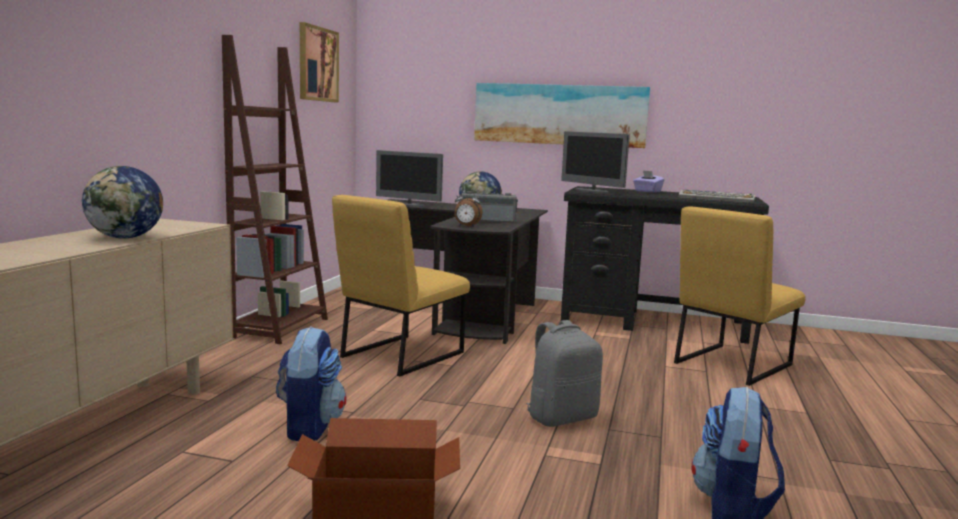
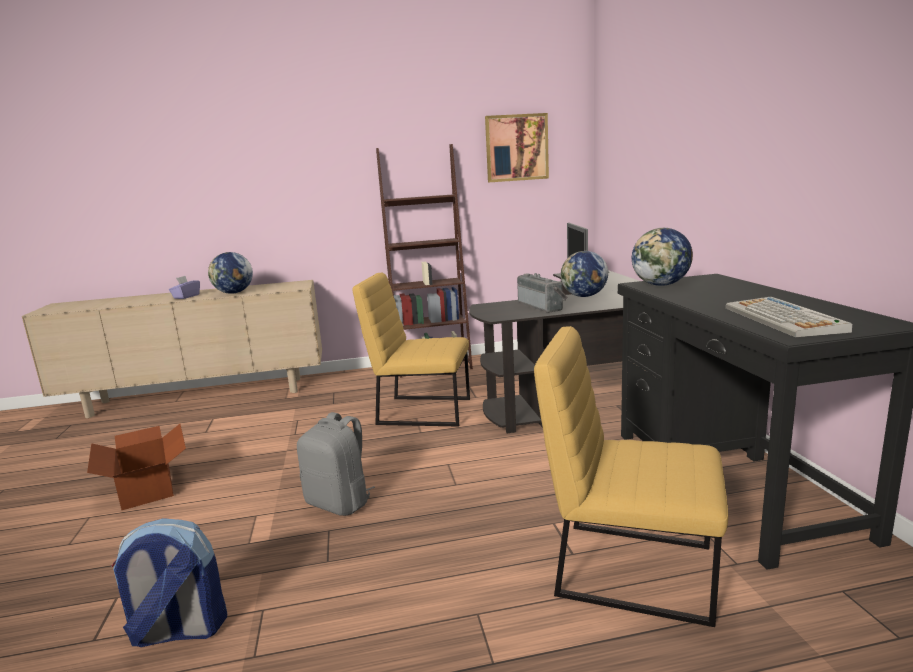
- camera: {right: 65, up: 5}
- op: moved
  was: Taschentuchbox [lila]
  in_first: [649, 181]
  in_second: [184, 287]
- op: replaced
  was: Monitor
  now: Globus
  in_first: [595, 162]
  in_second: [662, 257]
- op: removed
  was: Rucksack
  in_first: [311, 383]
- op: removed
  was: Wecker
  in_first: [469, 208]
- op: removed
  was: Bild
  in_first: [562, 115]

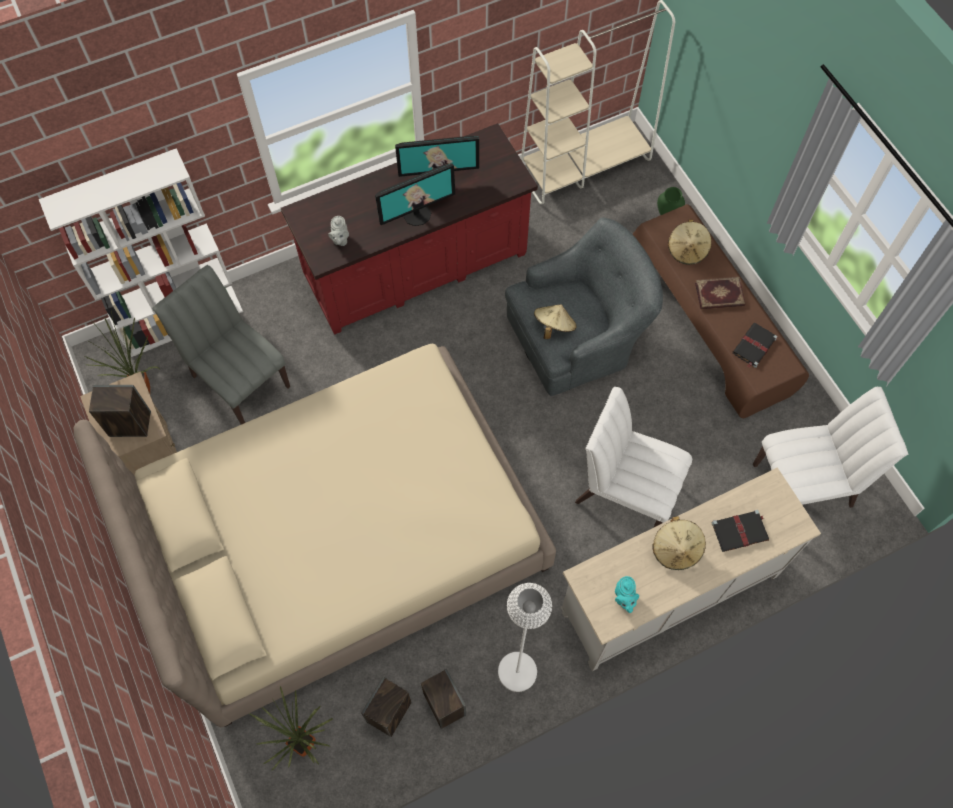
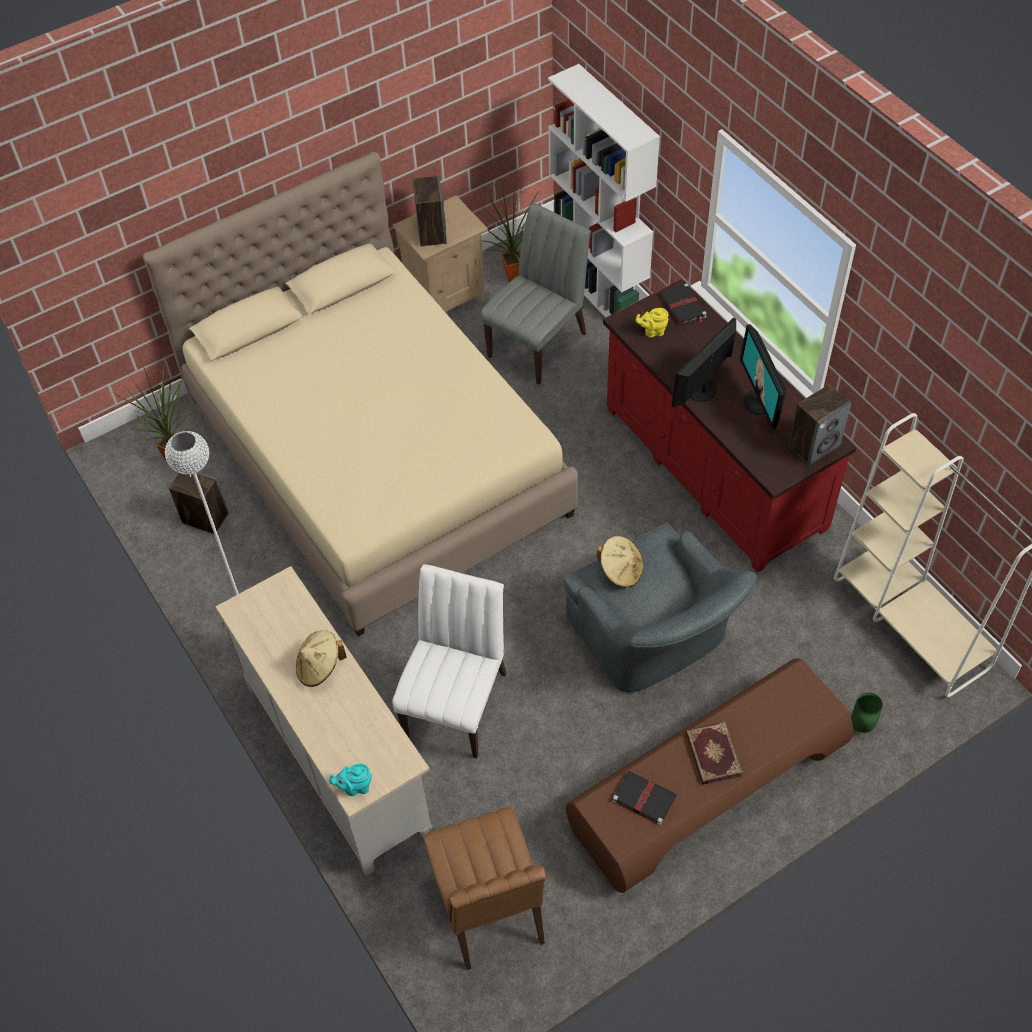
- camera: {right: 85, up: -10}
- op: moved
  was: Teekanne [türkis]
  in_first: [627, 594]
  in_second: [350, 780]
- op: recoloured
  was: Stuhl [weiß]
  now: Stuhl [braun]
  in_first: [830, 447]
  in_second: [484, 888]
- op: recoloured
  was: Teekanne [grau]
  now: Teekanne [gelb]
  in_first: [338, 231]
  in_second: [652, 323]
- op: moved
  was: Buch [schwarz]
  in_first: [740, 531]
  in_second: [683, 304]
- op: turned
  was: Monitor
  in_first: [415, 194]
  in_second: [704, 362]
  clockwise: 75
- op: moved
  was: Lautsprecher
  in_first: [443, 699]
  in_second: [820, 424]
- op: removed
  was: Hut [beige]
  in_first: [689, 242]

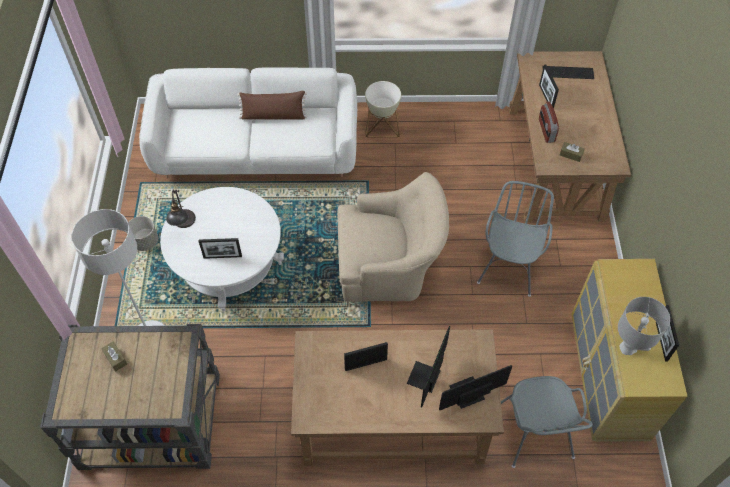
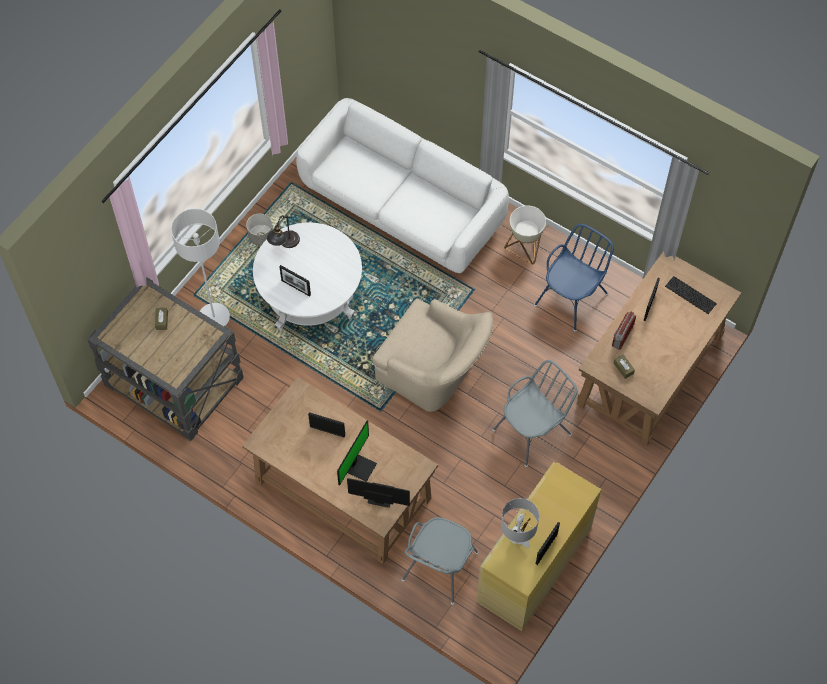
- camera: {right: 35, up: 5}
- op: turned
  was: Monitor
  in_first: [428, 366]
  in_second: [357, 453]
  clockwise: 150
- op: added
  now: Stuhl [blau]
  in_second: [574, 278]
- op: removed
  was: Kissen [braun]
  in_first: [272, 105]

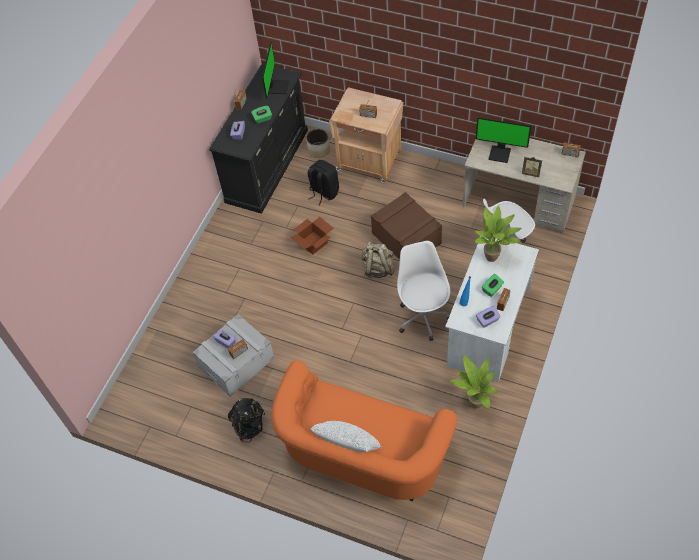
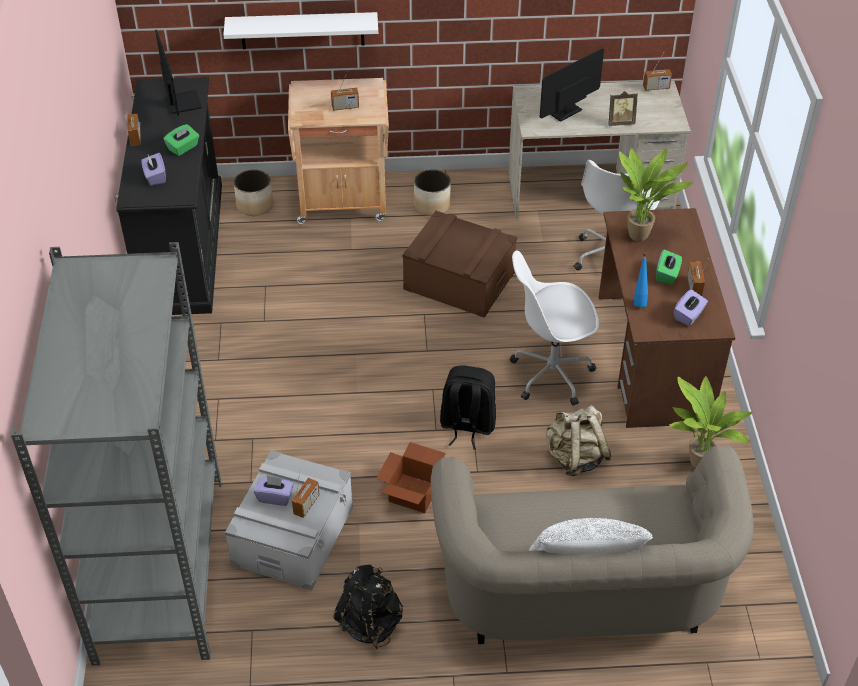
- camera: {right: -30, up: -10}
- op: added
  now: Bücherregal [grau]
  in_second: [116, 453]
- op: added
  now: Wandregal [weiß]
  in_second: [300, 30]
- op: moved
  was: Karton
  in_first: [312, 236]
  in_second: [411, 477]
- op: added
  now: Pflanzkübel
  in_second: [432, 192]
- op: recoloured
  was: Sofa [orange]
  now: Sofa [beige]
  in_first: [364, 430]
  in_second: [592, 544]
- op: moved
  was: Rucksack [schwarz]
  in_first: [323, 183]
  in_second: [468, 407]
- op: turned
  was: Bürostuhl [weiß]
  in_first: [424, 291]
  in_second: [554, 328]
  clockwise: -60
- op: turned
  was: Monitor
  in_first: [503, 140]
  in_second: [572, 85]
  clockwise: 150
- op: moved
  was: Rucksack [beige]
  in_first: [378, 259]
  in_second: [578, 440]
- op: recoloured
  was: Schreibtisch [weiß]
  now: Schreibtisch [braun]
  in_first: [492, 309]
  in_second: [667, 318]

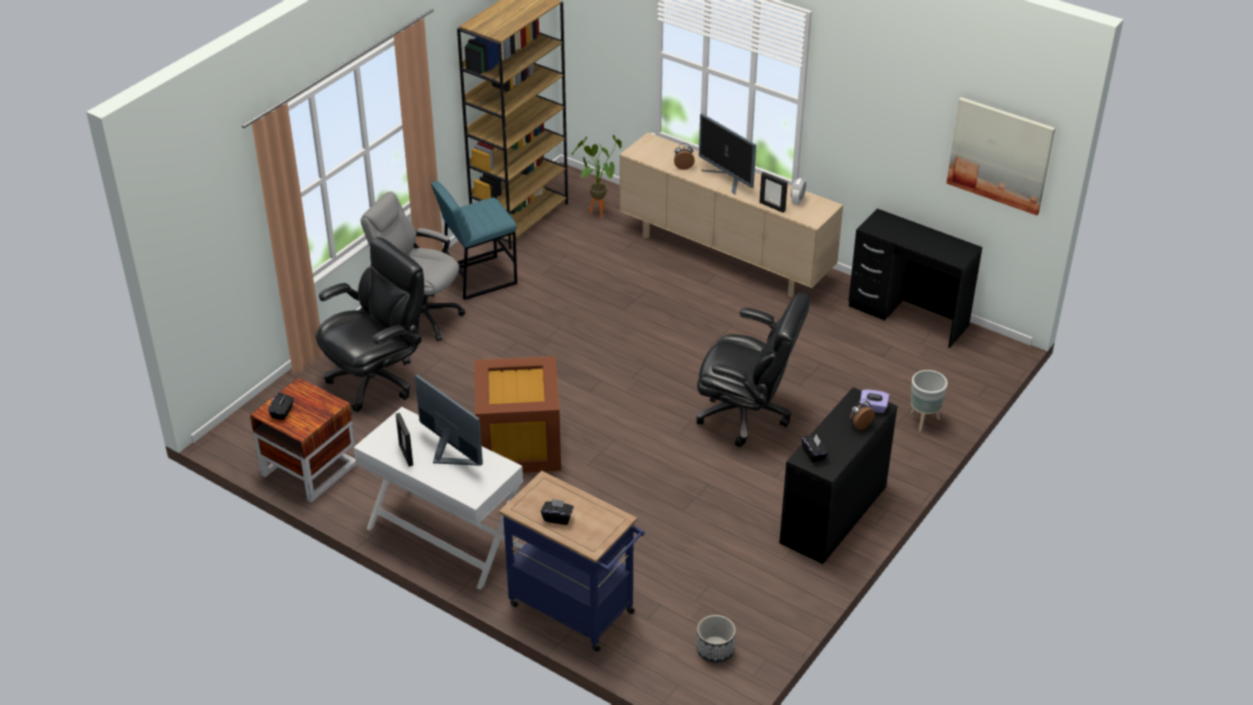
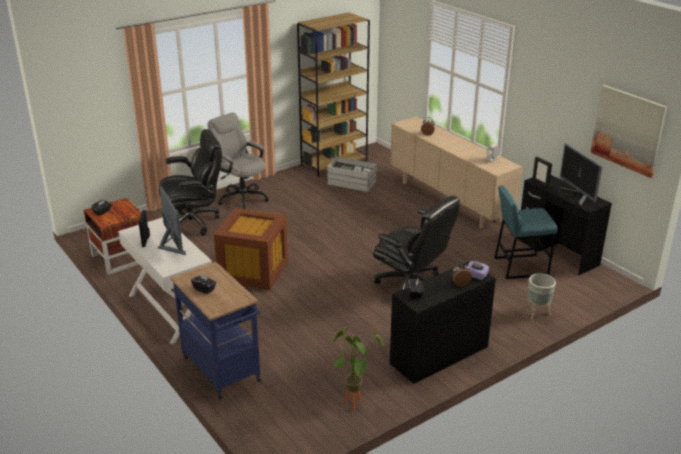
- camera: {right: 20, up: -10}
- op: added
  now: Aufbewahrungsbox [grau]
  in_second: [352, 174]
- op: moved
  was: Topfpflanze
  in_first: [597, 176]
  in_second: [358, 368]
- op: moved
  was: Hocker [blau]
  in_first: [474, 240]
  in_second: [526, 232]
- op: moved
  was: Bilderrahmen
  in_first: [773, 192]
  in_second: [542, 172]
- op: moved
  was: Monitor
  in_first: [727, 153]
  in_second: [581, 174]
- op: removed
  was: Pflanzkübel
  in_first: [716, 639]

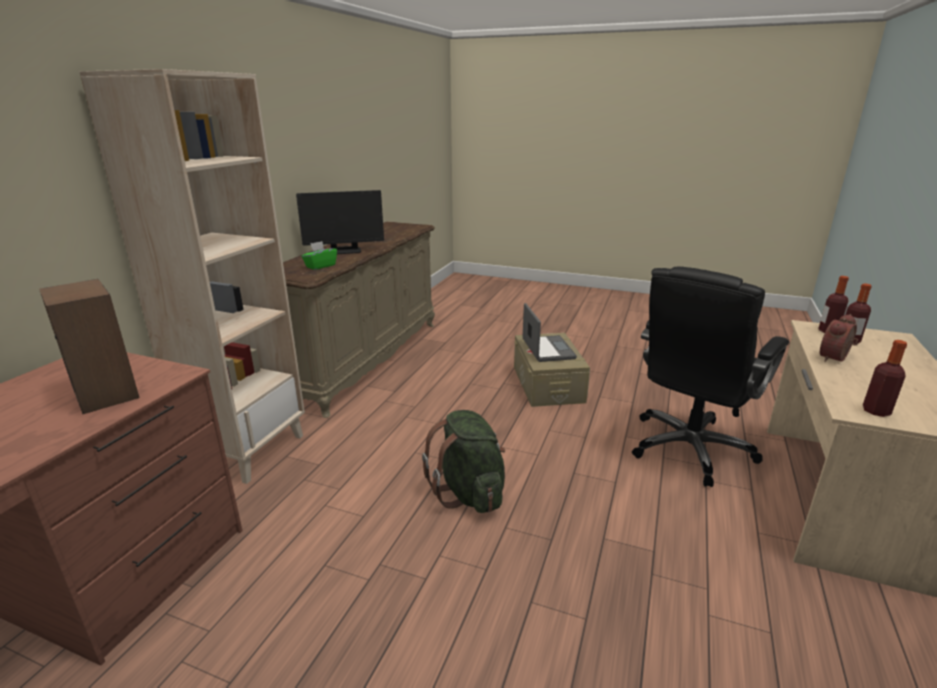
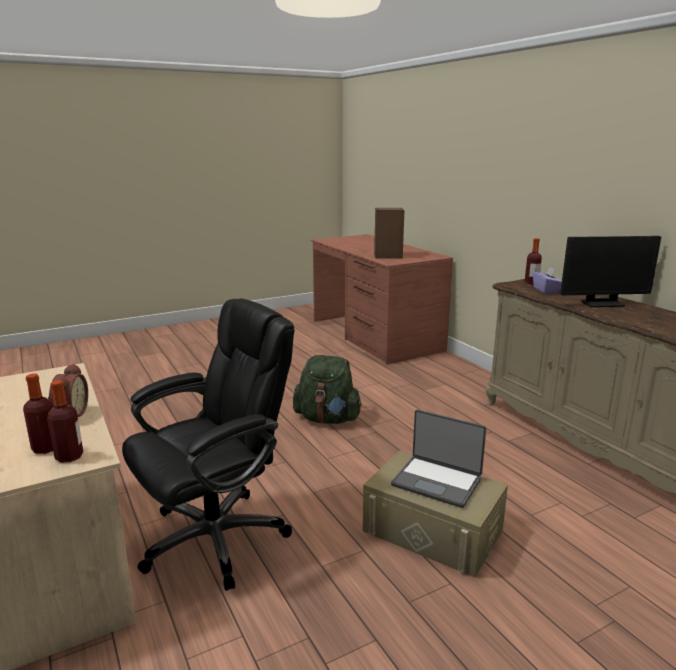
- camera: {right: 130, up: -5}
- op: turned
  was: Bürostuhl [schwarz]
  in_first: [710, 377]
  in_second: [208, 444]
  clockwise: 60
- op: moved
  was: Flasche
  in_first: [885, 378]
  in_second: [533, 261]
- op: recoloured
  was: Taschentuchbox [grün]
  now: Taschentuchbox [lila]
  in_first: [319, 255]
  in_second: [547, 280]
- op: turned
  was: Monitor
  in_first: [340, 222]
  in_second: [610, 271]
  clockwise: -120
- op: removed
  was: Bücherregal [beige]
  in_first: [192, 276]

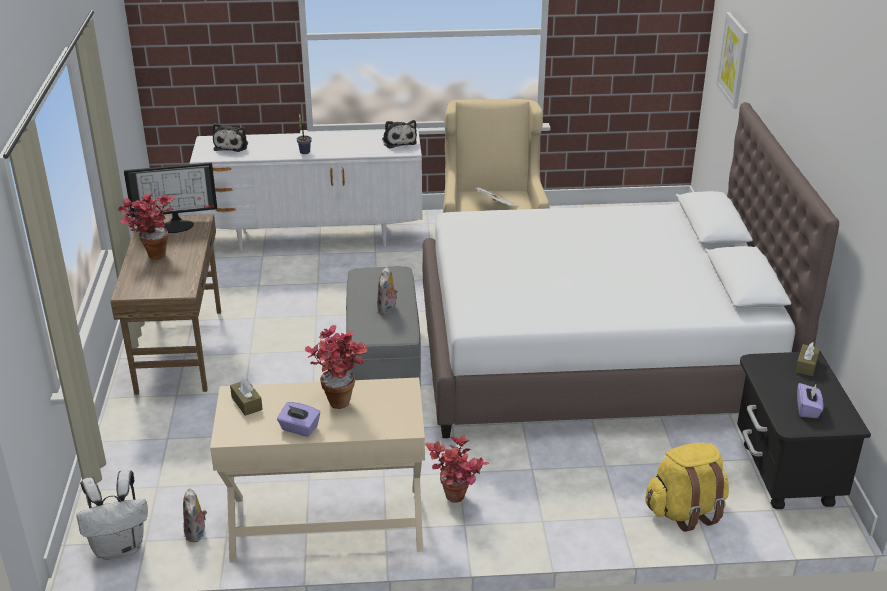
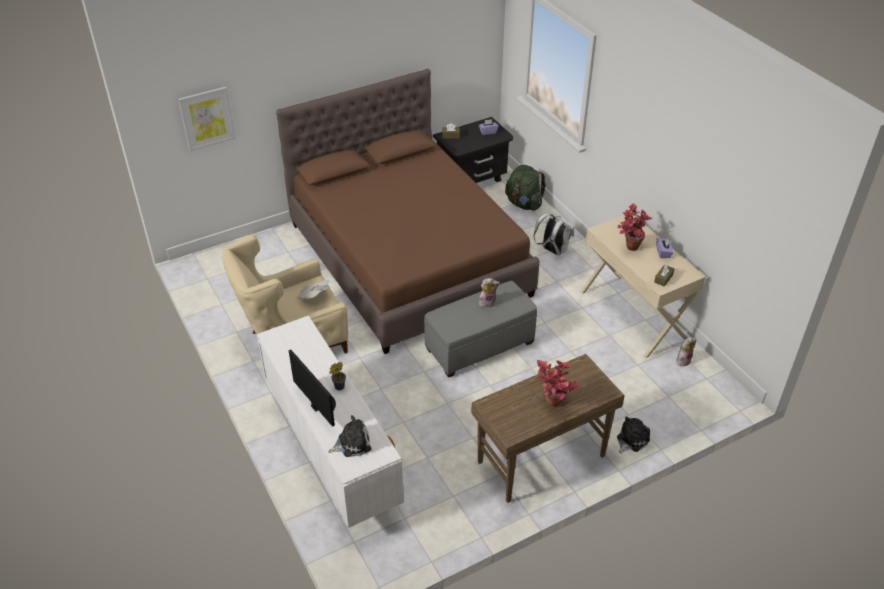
- camera: {right: -115, up: 10}
- op: recoloured
  was: Bett [weiß]
  now: Bett [braun]
  in_first: [630, 270]
  in_second: [408, 211]
- op: moved
  was: Monitor
  in_first: [170, 197]
  in_second: [312, 388]
- op: recoloured
  was: Rucksack [gelb]
  now: Rucksack [grün]
  in_first: [687, 487]
  in_second: [525, 188]
- op: moved
  was: Rucksack [weiß]
  in_first: [112, 515]
  in_second: [554, 234]
- op: moved
  was: Plüschtier
  in_first: [399, 134]
  in_second: [633, 435]
- op: removed
  was: Topfpflanze
  in_first: [457, 469]

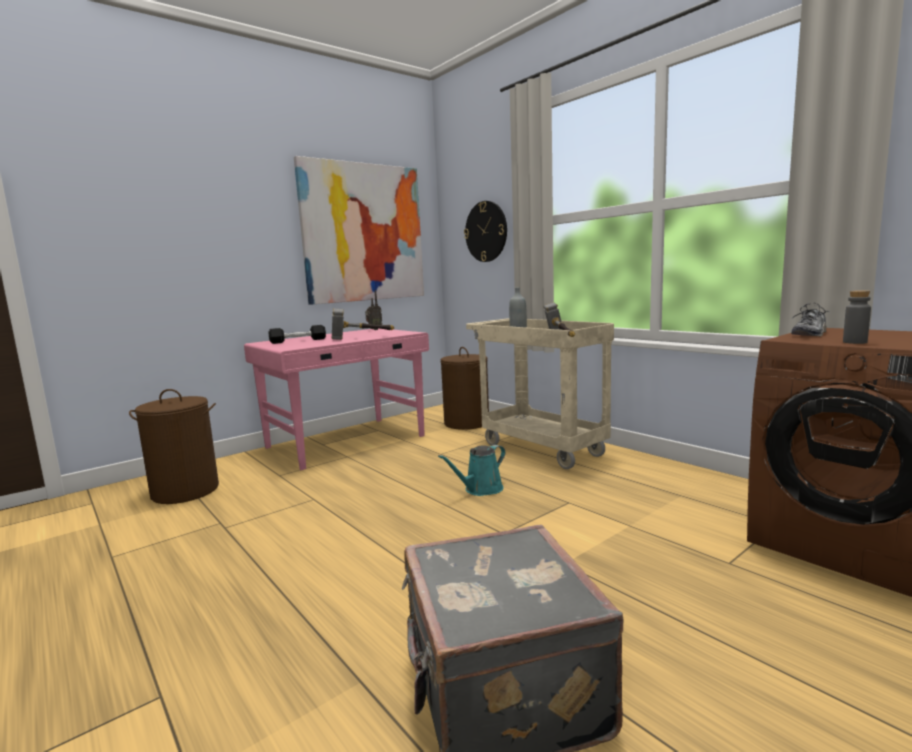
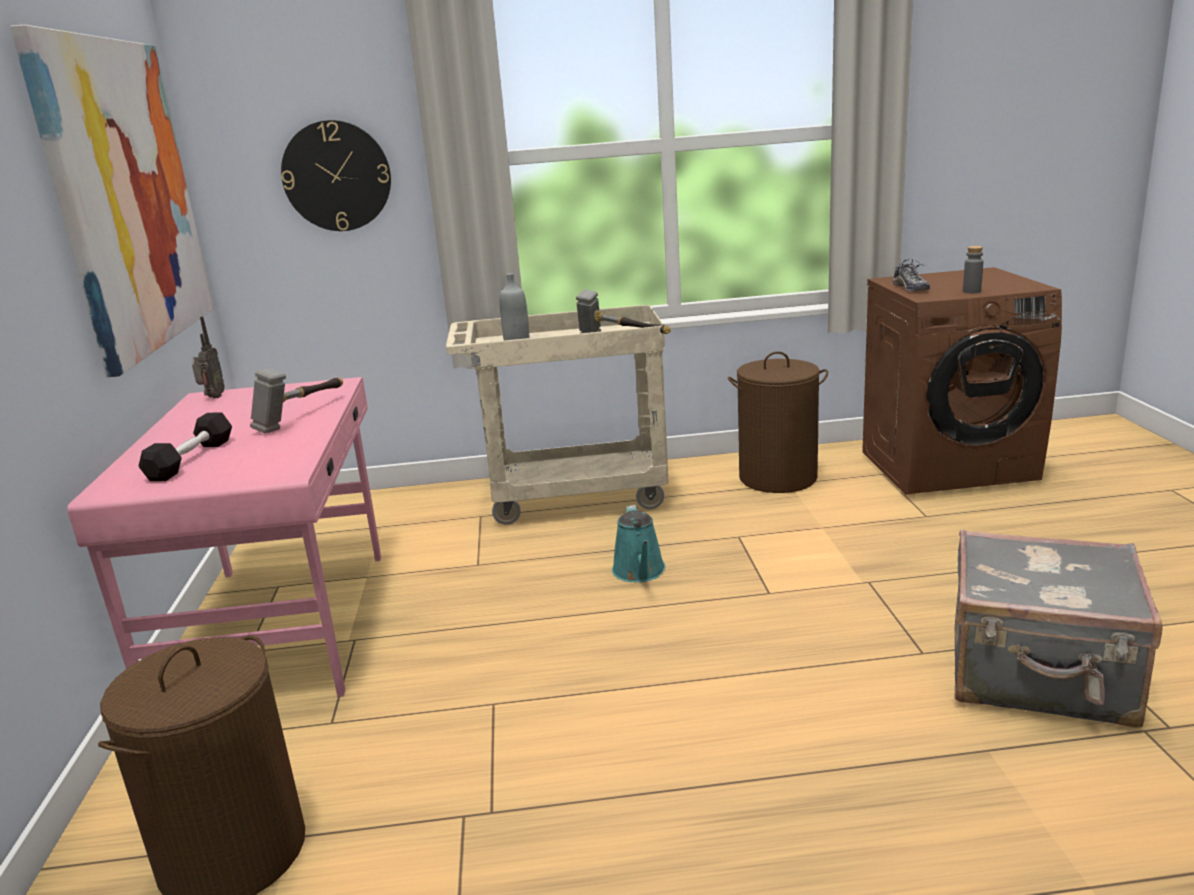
- camera: {right: -55, up: 10}
- op: moved
  was: Wäschekorb [braun]
  in_first: [465, 388]
  in_second: [778, 422]

